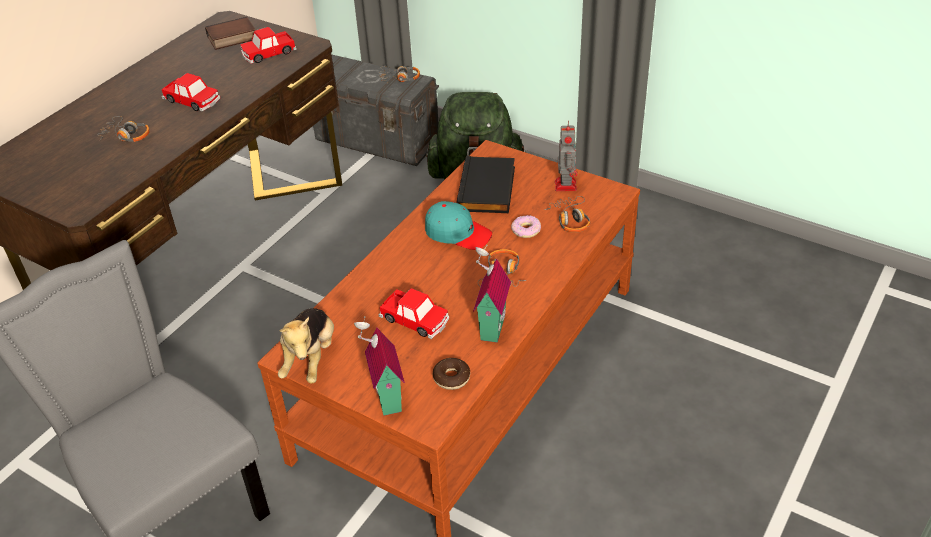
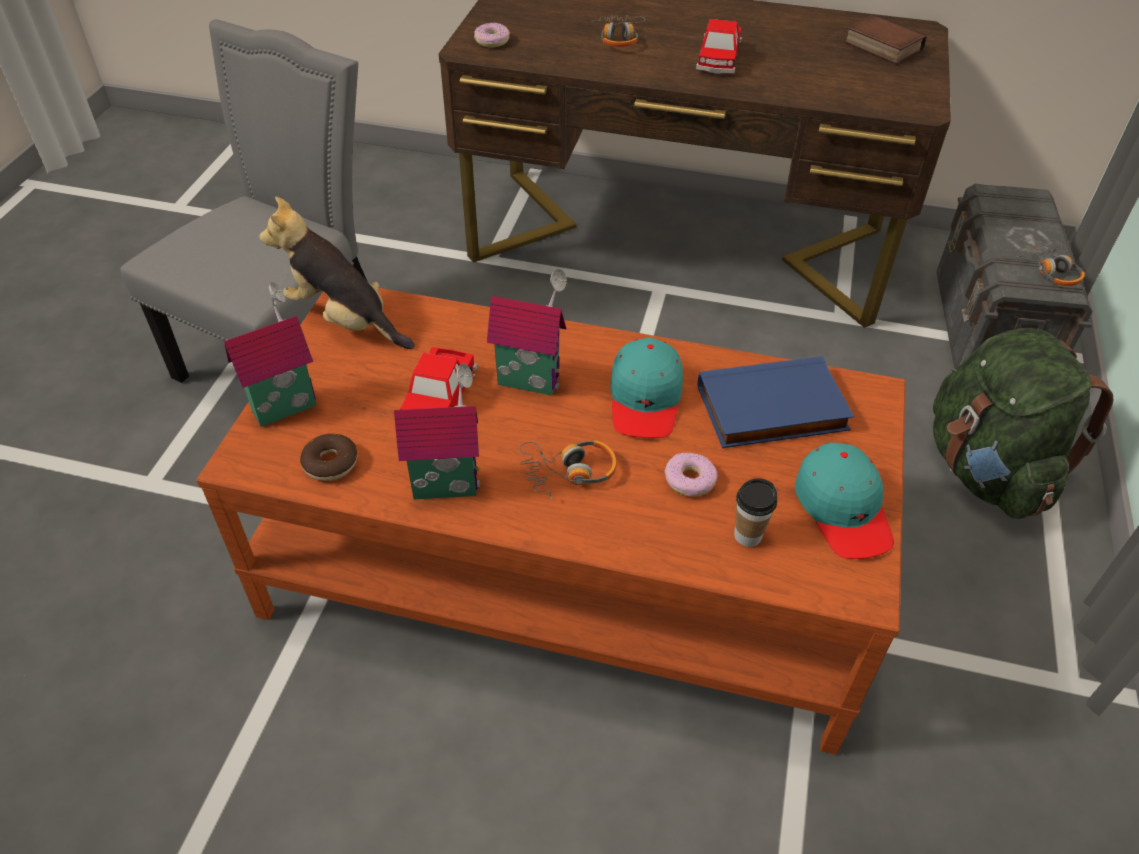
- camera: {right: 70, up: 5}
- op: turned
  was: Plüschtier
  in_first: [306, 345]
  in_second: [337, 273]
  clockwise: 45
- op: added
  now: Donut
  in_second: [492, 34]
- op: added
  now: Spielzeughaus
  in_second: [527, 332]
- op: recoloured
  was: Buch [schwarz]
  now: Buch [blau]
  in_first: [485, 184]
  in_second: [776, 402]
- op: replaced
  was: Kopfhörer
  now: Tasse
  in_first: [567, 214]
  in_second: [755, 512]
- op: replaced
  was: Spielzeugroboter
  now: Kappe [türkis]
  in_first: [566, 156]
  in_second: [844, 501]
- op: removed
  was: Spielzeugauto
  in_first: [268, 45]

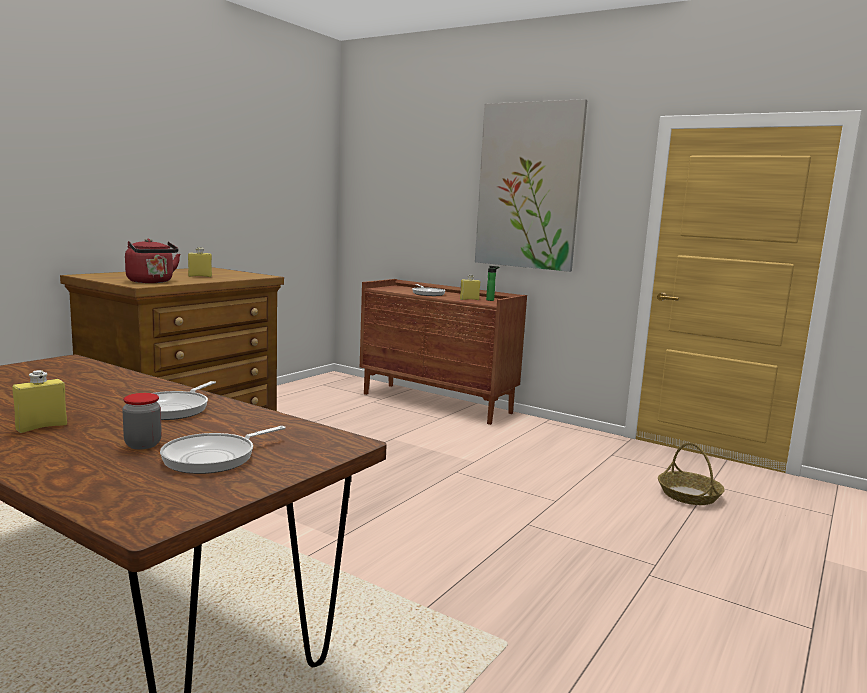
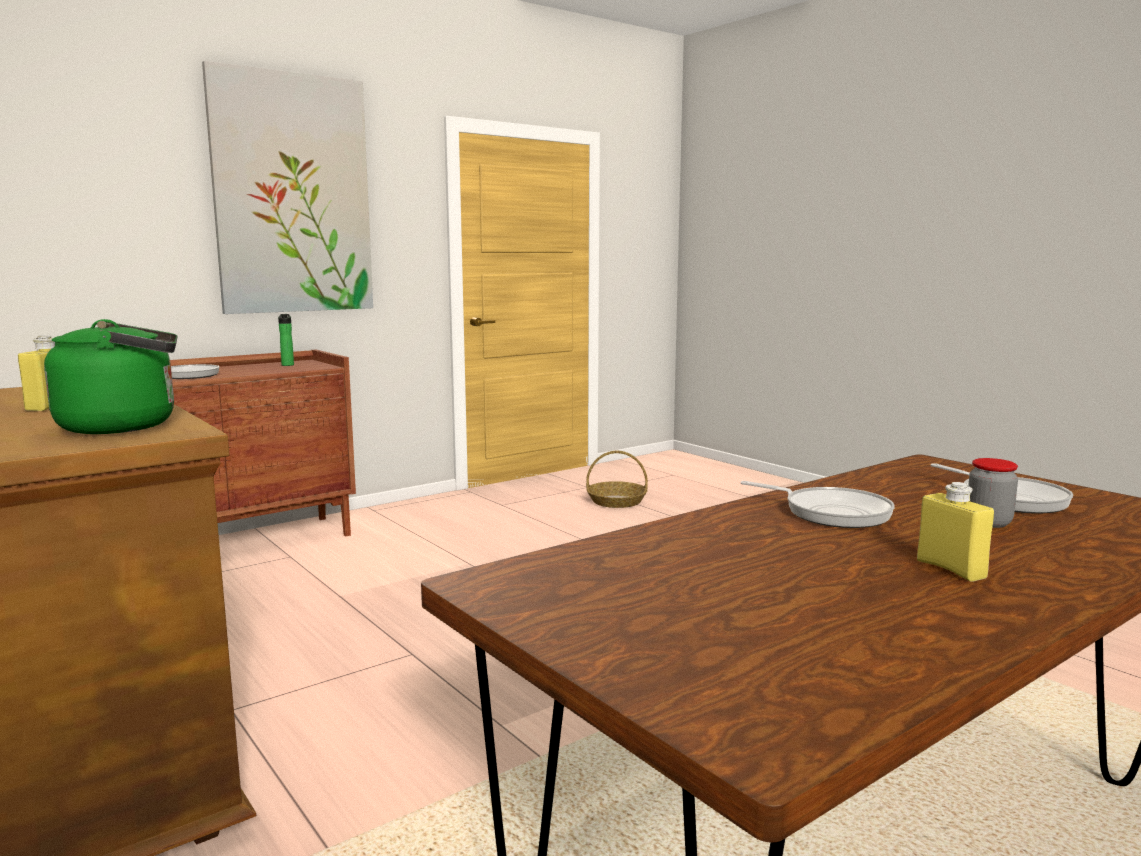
- camera: {right: -70, up: 0}
- op: recoloured
  was: Wasserkessel [rot]
  now: Wasserkessel [grün]
  in_first: [152, 260]
  in_second: [110, 376]
- op: removed
  was: Flasche [gelb]
  in_first: [470, 287]

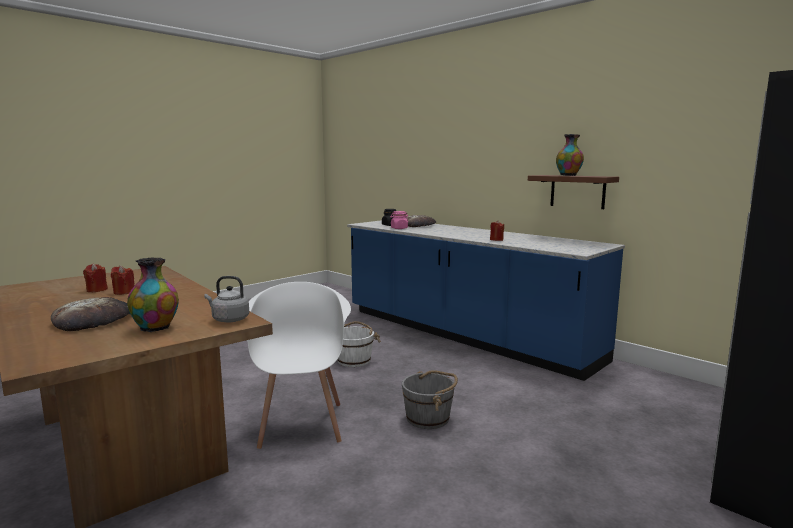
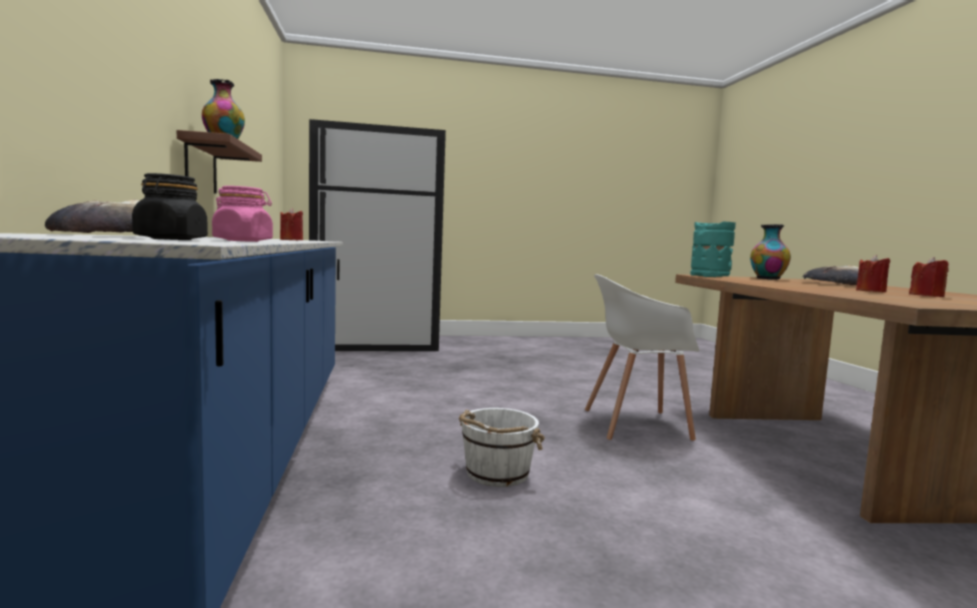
- camera: {right: -145, up: -5}
- op: turned
  was: Stuhl [weiß]
  in_first: [299, 365]
  in_second: [642, 357]
  clockwise: 60
- op: replaced
  was: Wasserkessel [grau]
  now: Vase [türkis]
  in_first: [226, 299]
  in_second: [713, 249]
- op: removed
  was: Eimer [grau]
  in_first: [430, 399]

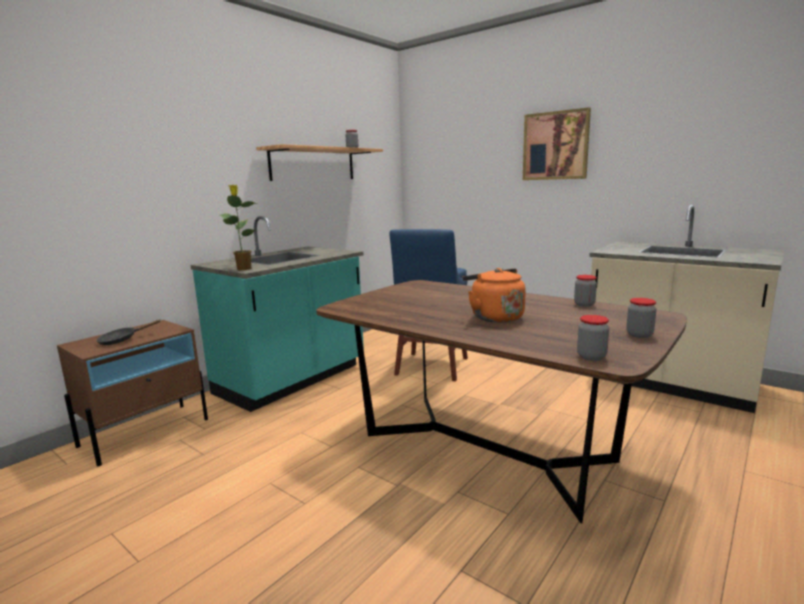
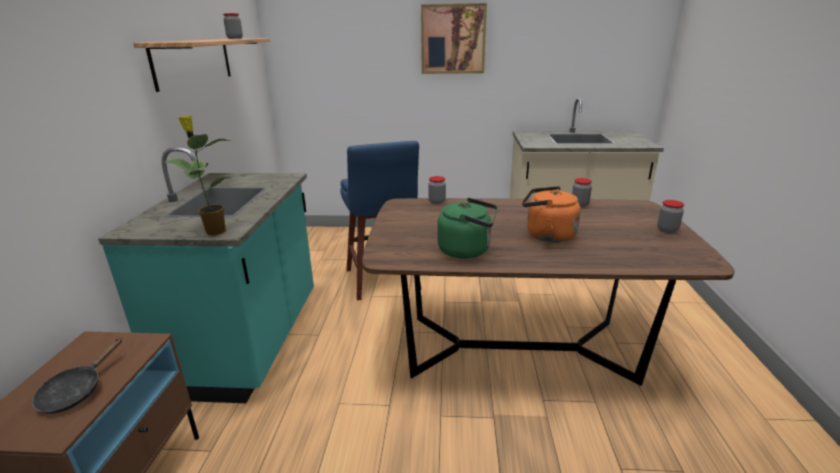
- camera: {right: -35, up: 10}
- op: moved
  was: Vorratsglas
  in_first: [593, 338]
  in_second: [437, 190]
- op: added
  now: Wasserkessel [grün]
  in_second: [467, 228]

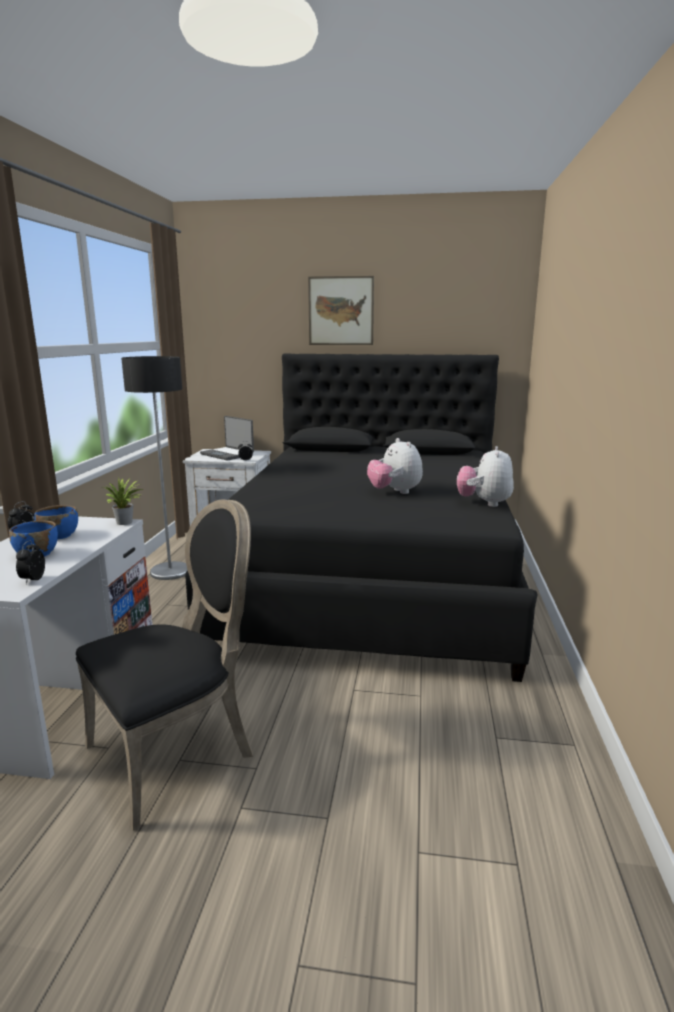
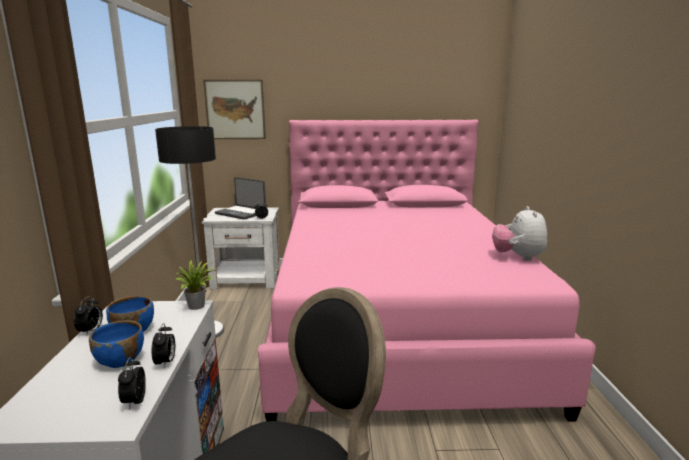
- camera: {right: -10, up: 0}
- op: added
  now: Wecker
  in_second: [163, 346]
- op: moved
  was: Bild
  in_first: [341, 310]
  in_second: [234, 109]
- op: recoloured
  was: Bett [schwarz]
  now: Bett [rosa]
  in_first: [361, 517]
  in_second: [427, 271]
- op: removed
  was: Plüschtier
  in_first: [395, 466]

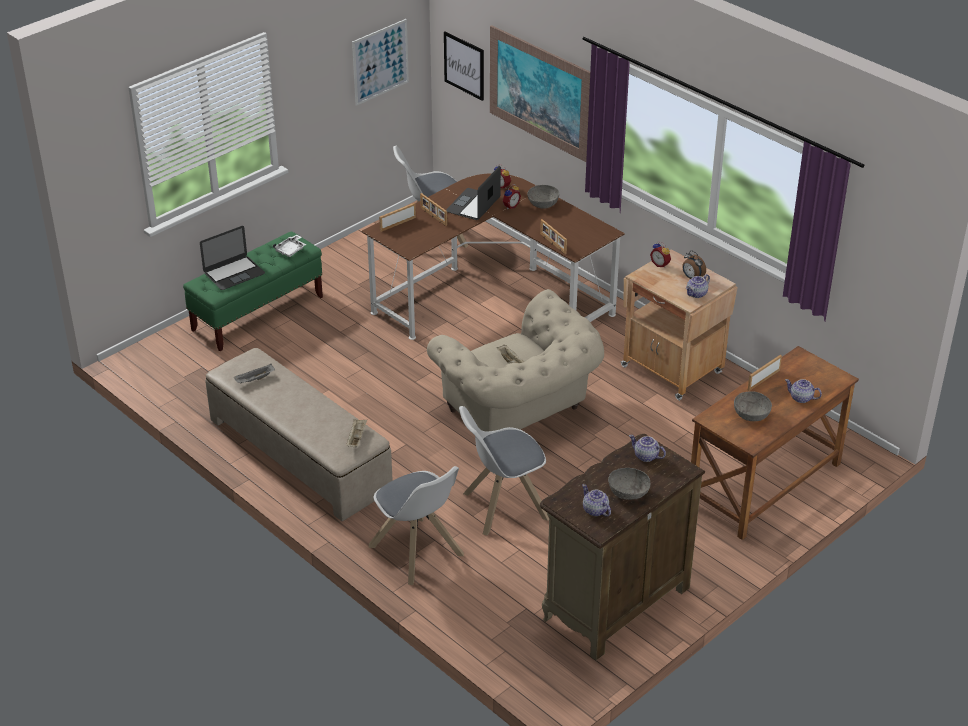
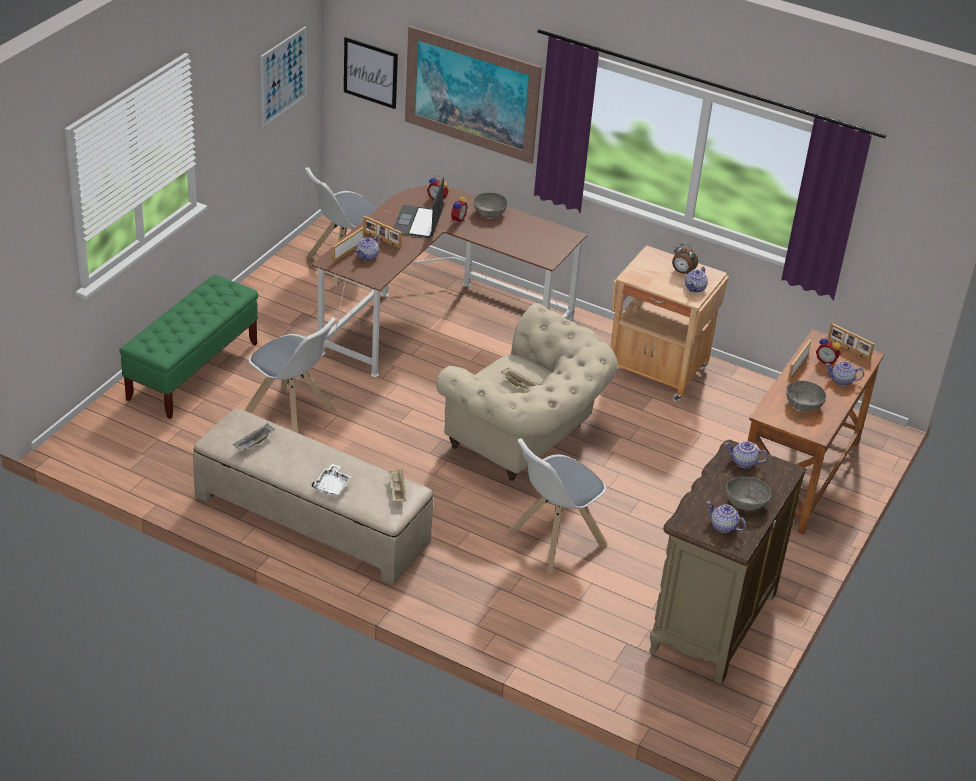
- camera: {right: -20, up: 0}
- op: moved
  was: Stuhl
  in_first: [416, 525]
  in_second: [290, 375]
- op: moved
  was: Tablett [weiß]
  in_first: [289, 246]
  in_second: [332, 480]
- op: added
  now: Teekanne
  in_second: [368, 247]
- op: moved
  was: Wecker
  in_first: [660, 255]
  in_second: [828, 350]
- op: moved
  was: Bilderrahmen
  in_first: [553, 236]
  in_second: [851, 341]
- op: removed
  was: Laptop
  in_first: [232, 258]

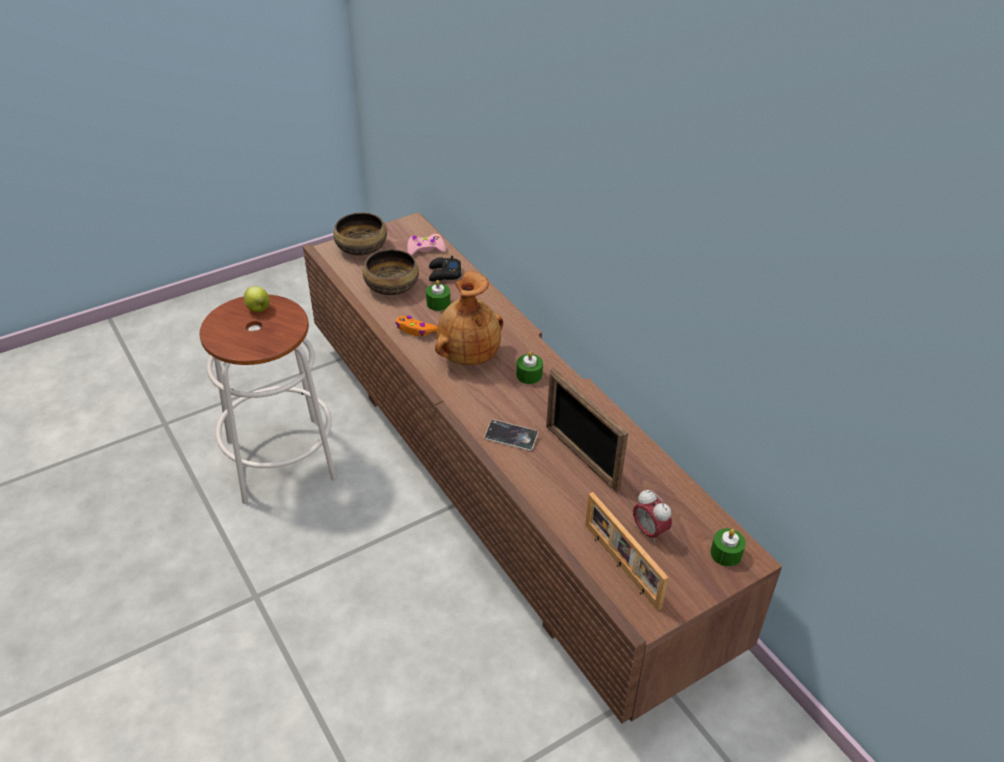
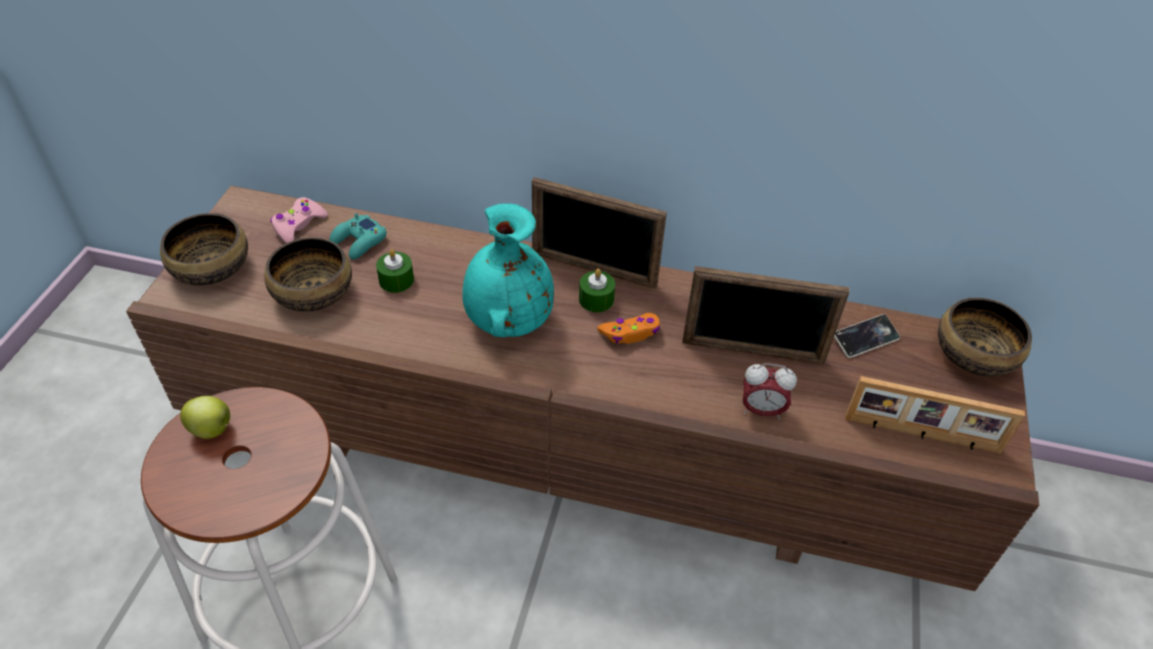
- camera: {right: -45, up: 5}
- op: recoloured
  was: Gamepad [schwarz]
  now: Gamepad [türkis]
  in_first: [445, 268]
  in_second: [358, 236]
- op: recoloured
  was: Vase [braun]
  now: Vase [türkis]
  in_first: [469, 318]
  in_second: [508, 270]
- op: added
  now: Bilderrahmen
  in_second: [599, 233]
- op: moved
  was: Gamepad [orange]
  in_first: [416, 326]
  in_second: [628, 328]
- op: moved
  was: Wecker
  in_first: [652, 516]
  in_second: [770, 391]
- op: moved
  was: Handy
  in_first: [511, 435]
  in_second: [867, 336]
- op: replaced
  was: Kerze [grün]
  now: Schüssel
  in_first: [728, 547]
  in_second: [985, 337]

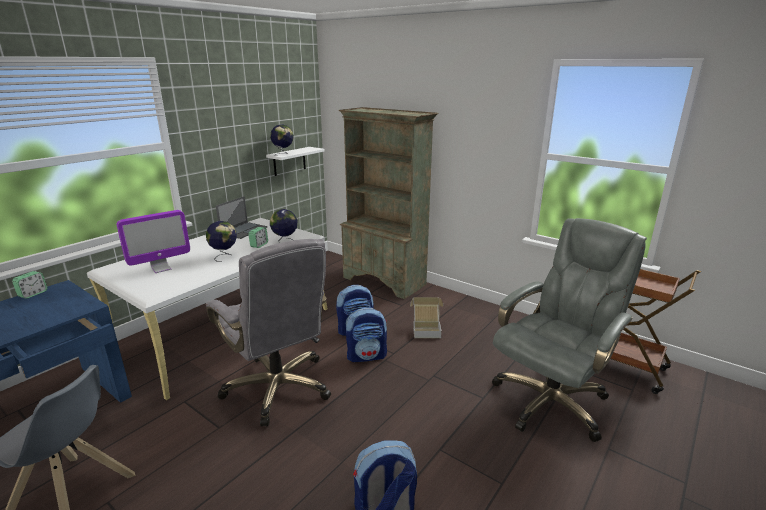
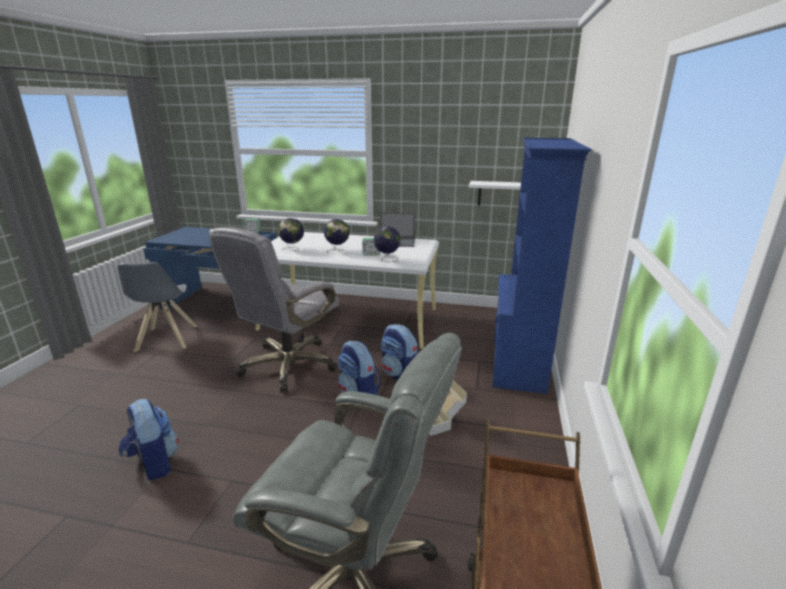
- camera: {right: 65, up: 0}
- op: moved
  was: Globus
  in_first: [282, 140]
  in_second: [291, 234]
- op: recoloured
  was: Bücherregal [grün]
  now: Bücherregal [blau]
  in_first: [389, 203]
  in_second: [542, 266]
- op: removed
  was: Monitor
  in_first: [153, 241]

